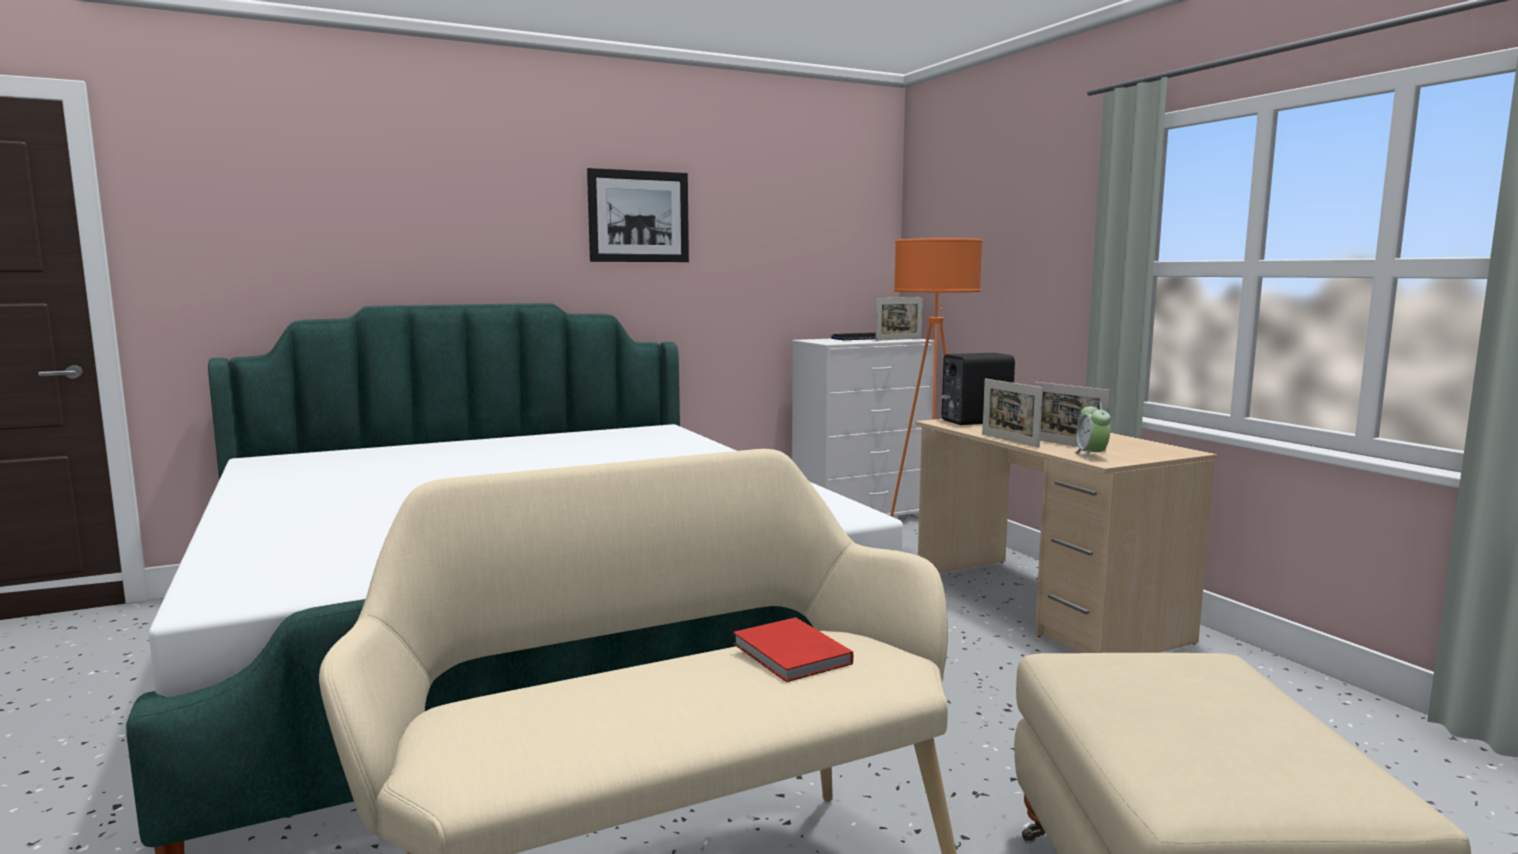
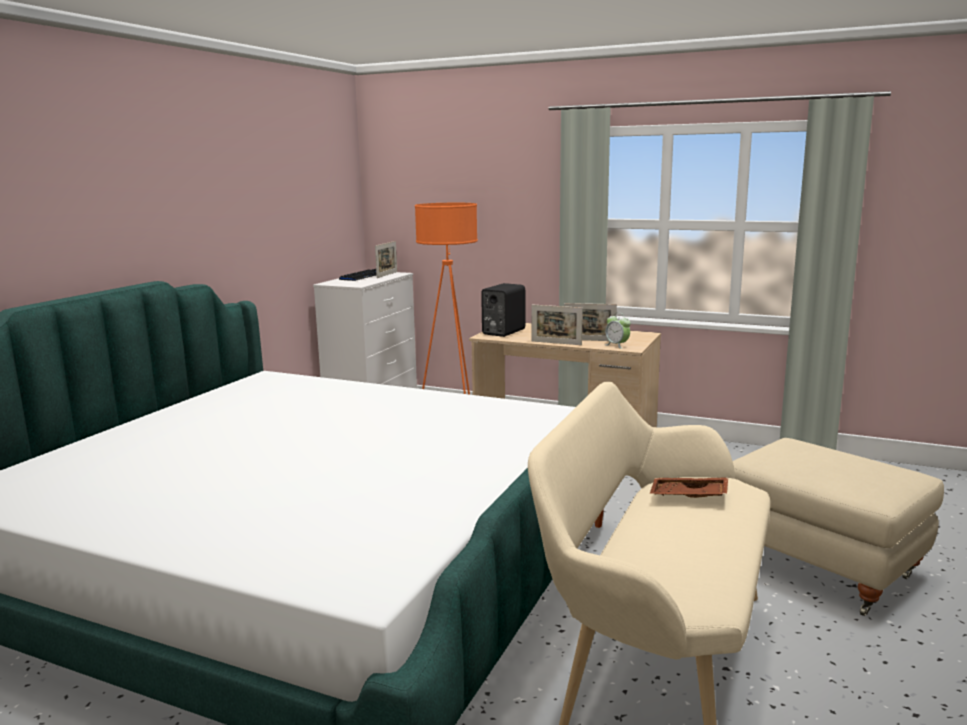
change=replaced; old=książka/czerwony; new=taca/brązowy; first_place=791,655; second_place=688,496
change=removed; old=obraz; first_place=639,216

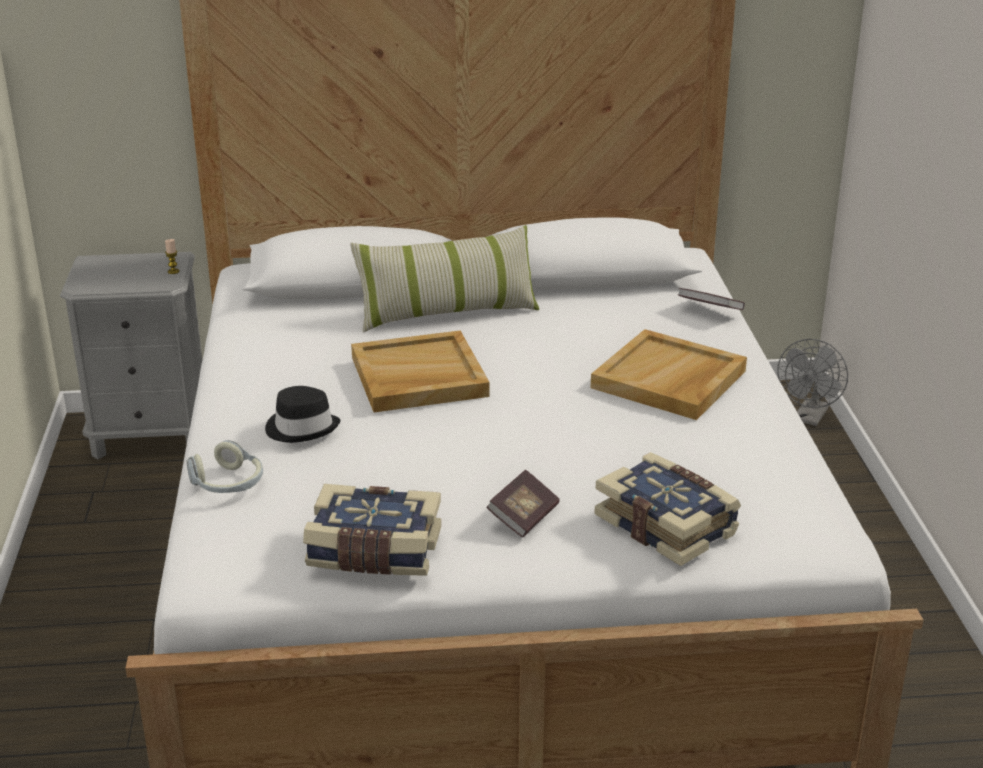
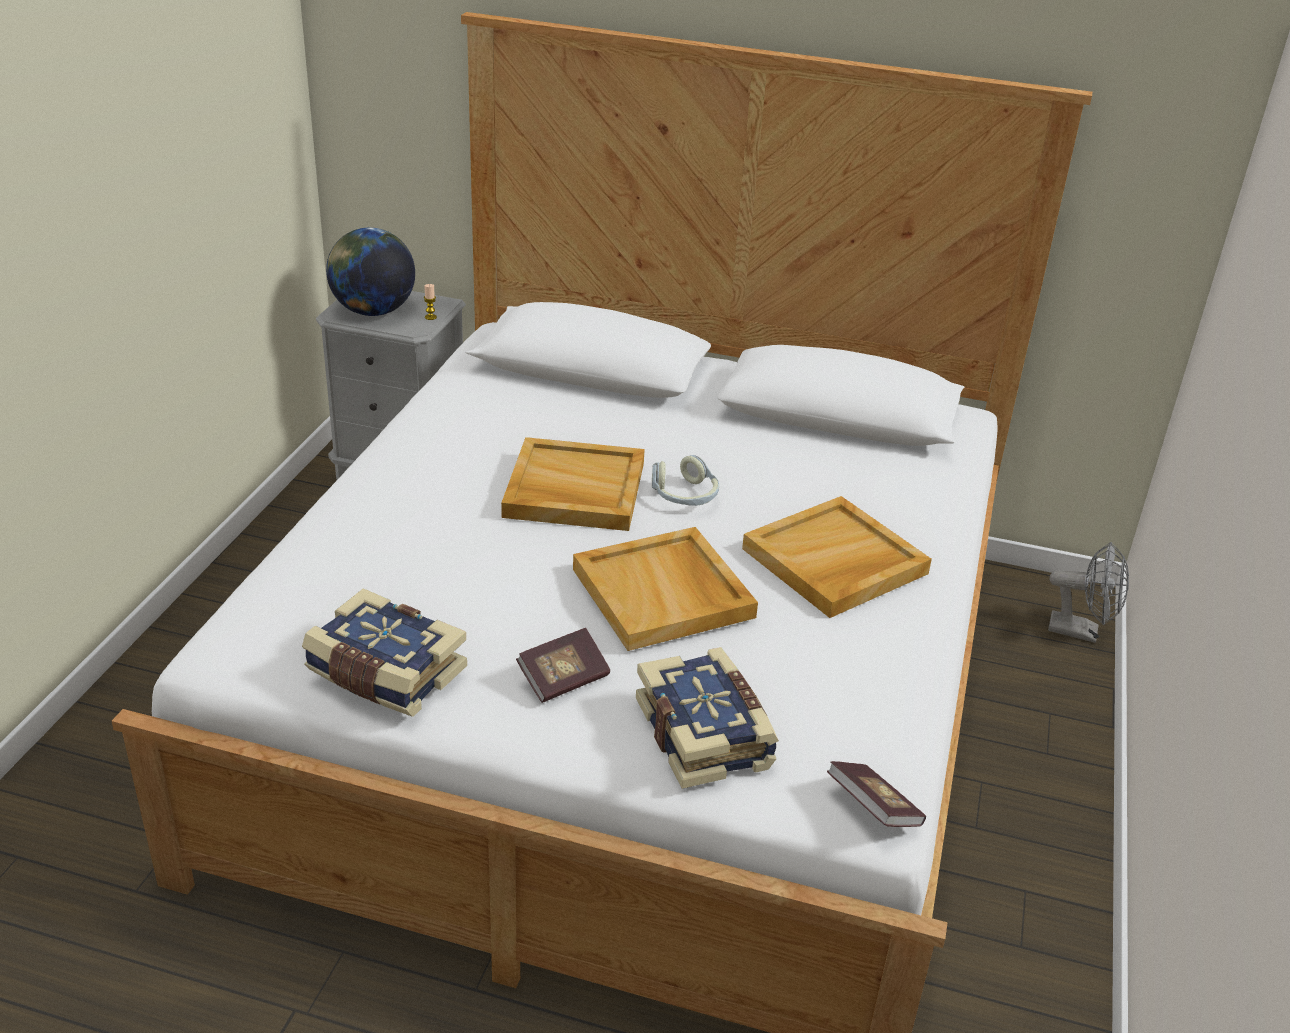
change=added; new=globus; second_place=373,311
change=added; new=taca/beżowy; second_place=664,593
change=moved; old=słuchawki; first_place=228,484; second_place=684,496
change=moved; old=książka; first_place=710,311; second_place=873,808
change=turned; old=wentylator/szary; first_place=809,418; second_place=1081,631; degrees=-120
change=removed; old=kapelusz/czarny; first_place=302,428
change=removed; old=poduszka; first_place=447,312

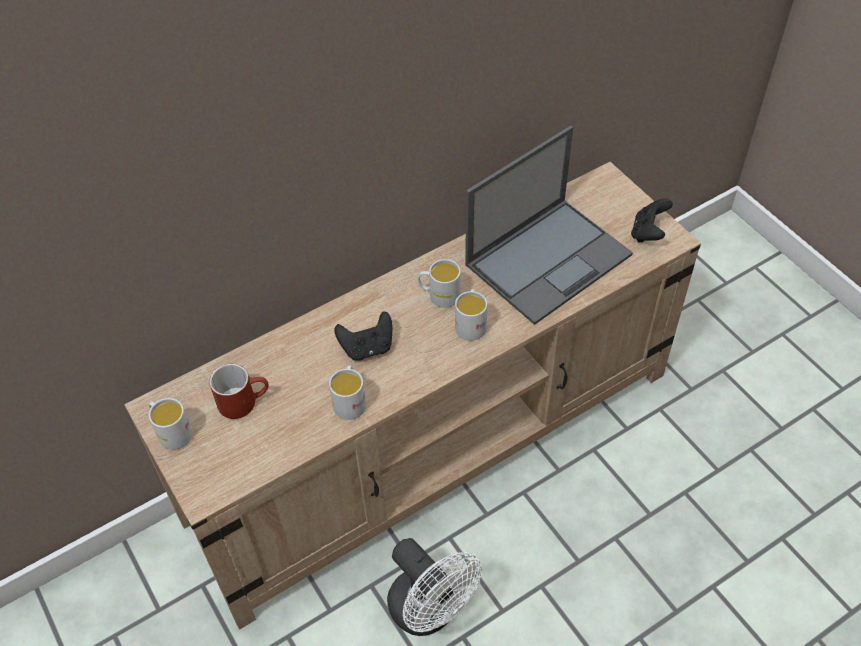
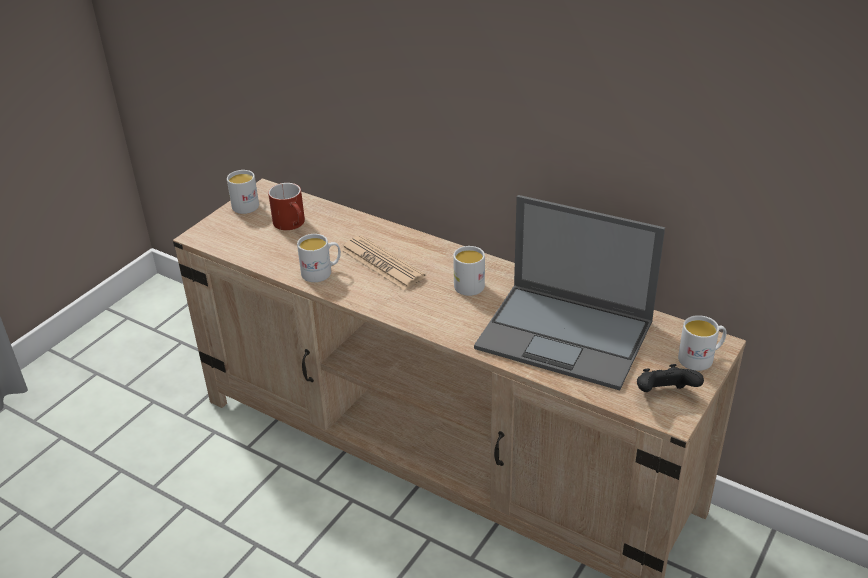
change=replaced; old=pad do gier/czarny; new=gazeta; first_place=367,348; second_place=382,264
change=moved; old=kubek/biały; first_place=471,323; second_place=701,358
change=removed; old=wentylator/biały; first_place=430,612

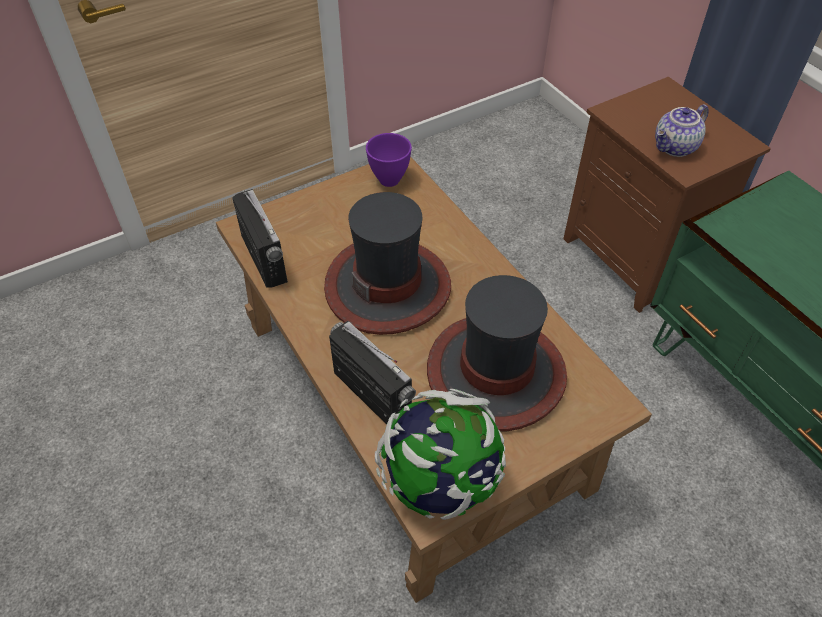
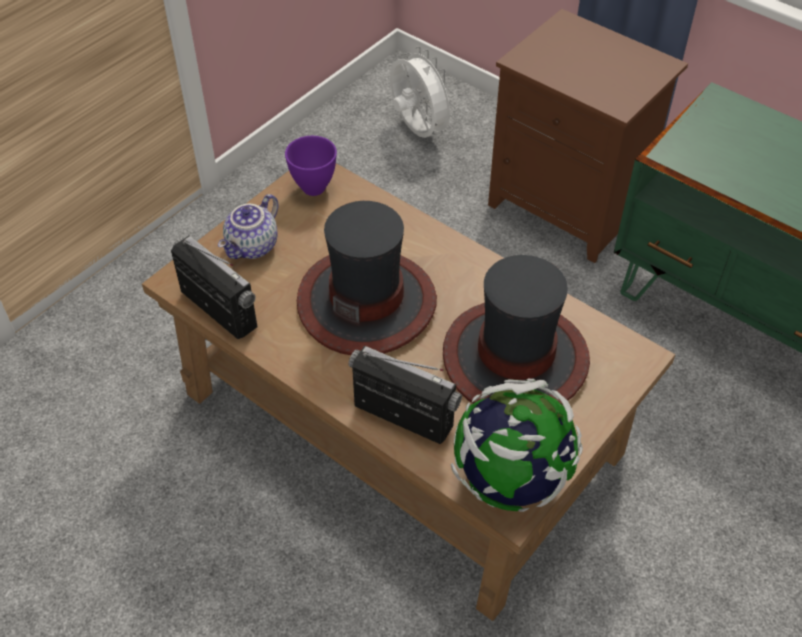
change=moved; old=imbryk; first_place=675,148; second_place=253,247
change=added; new=wentylator/biały; second_place=418,131

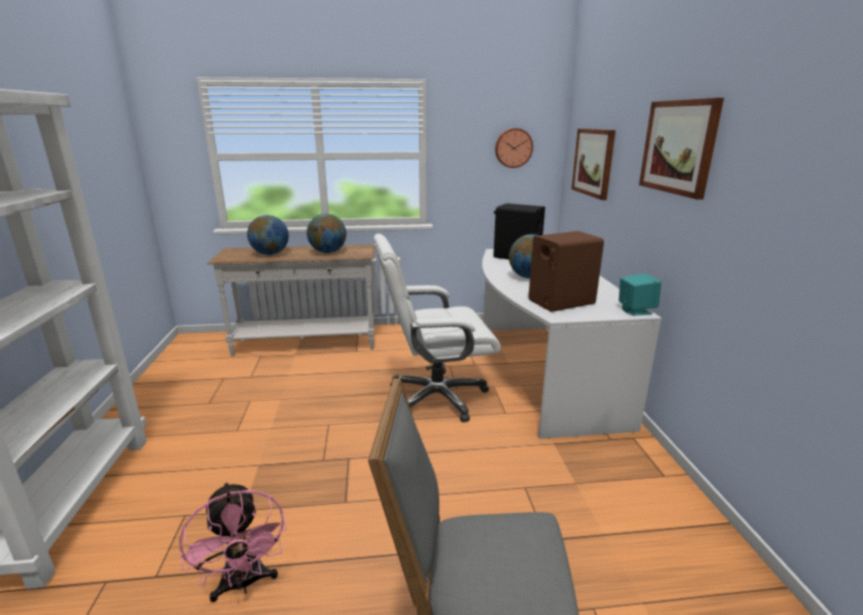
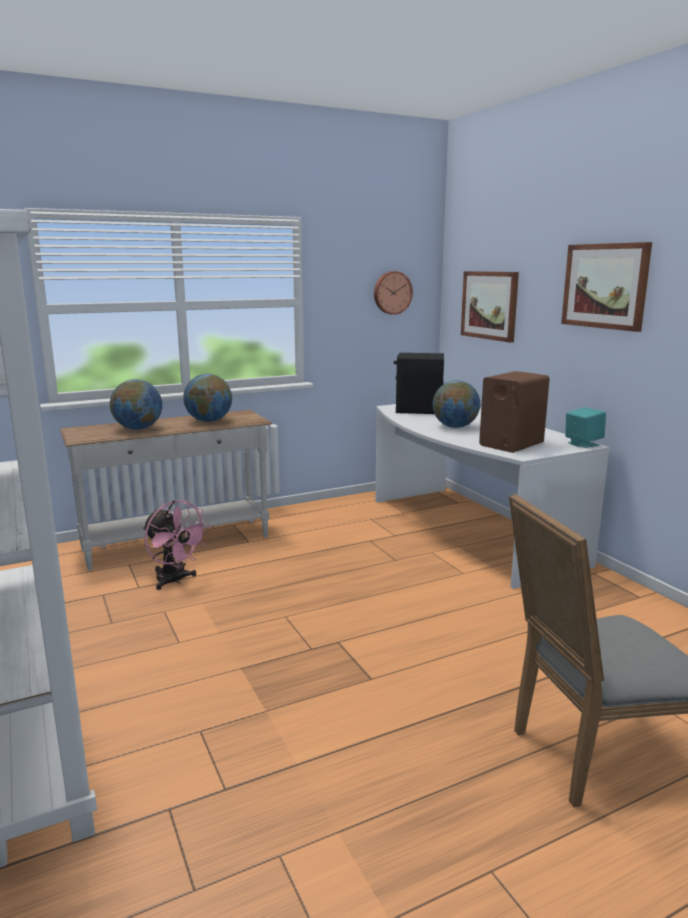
change=moved; old=wentylator/różowy; first_place=244,583; second_place=175,581
change=removed; old=krzesło biurowe/biały; first_place=436,397

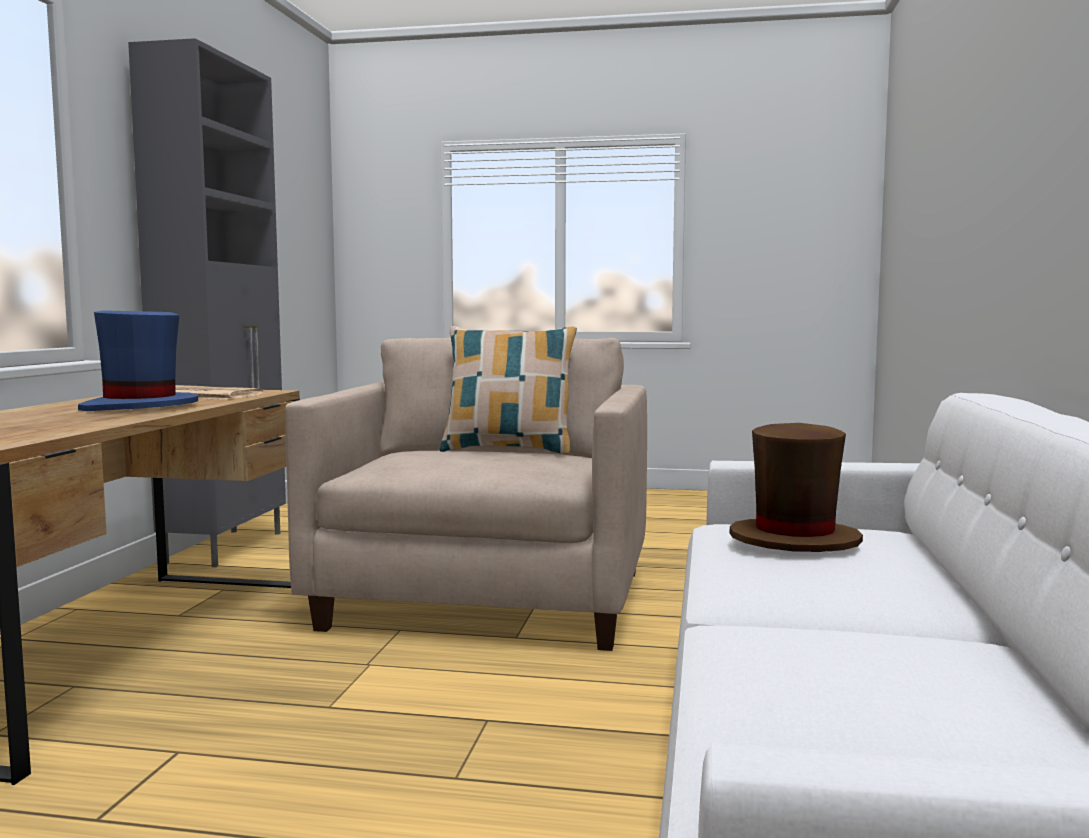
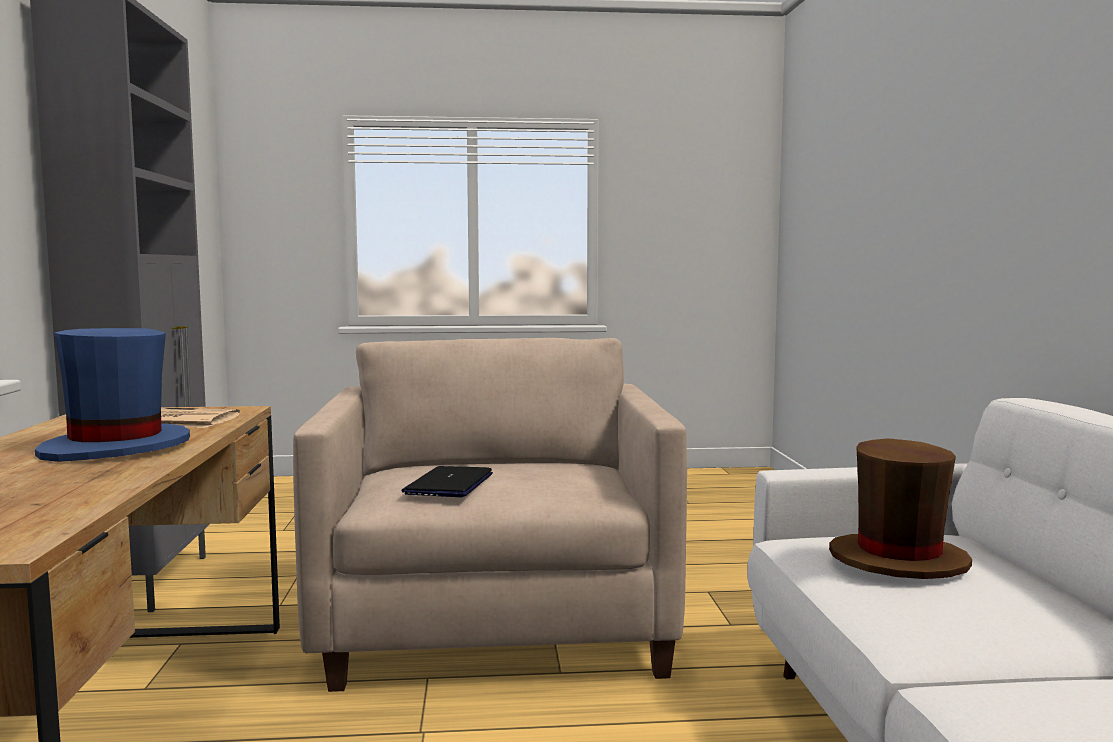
change=added; new=laptop; second_place=449,484
change=removed; old=poduszka; first_place=508,450

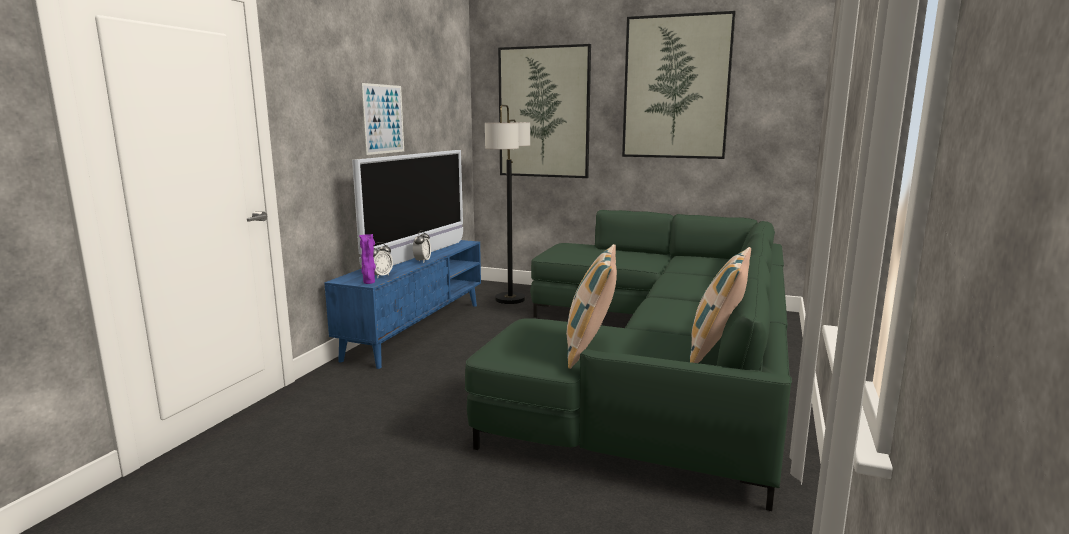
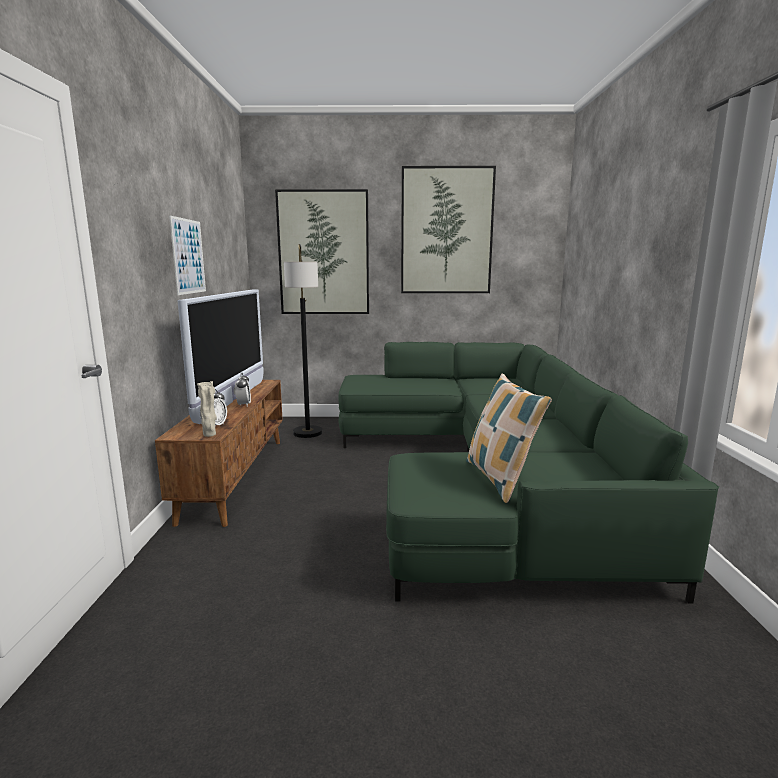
change=recoloured; old=szafka pod telewizor/niebieski; new=szafka pod telewizor/brązowy; first_place=416,329; second_place=235,476
change=recoloured; old=wazon/fioletowy; new=wazon/beżowy; first_place=369,283; second_place=210,435
change=removed; old=poduszka; first_place=716,352

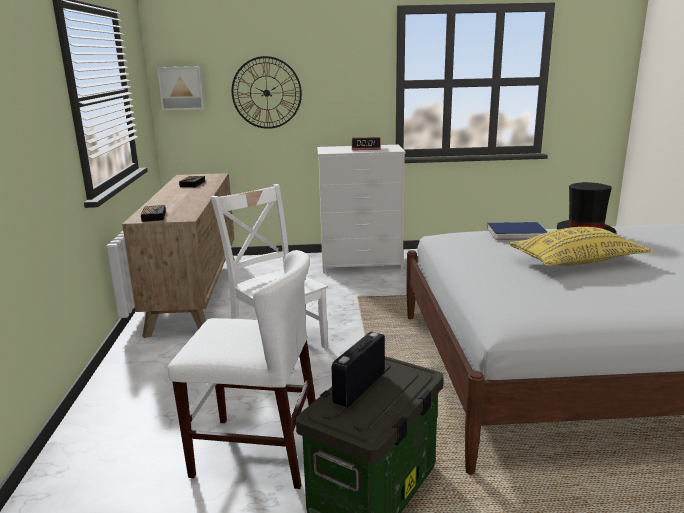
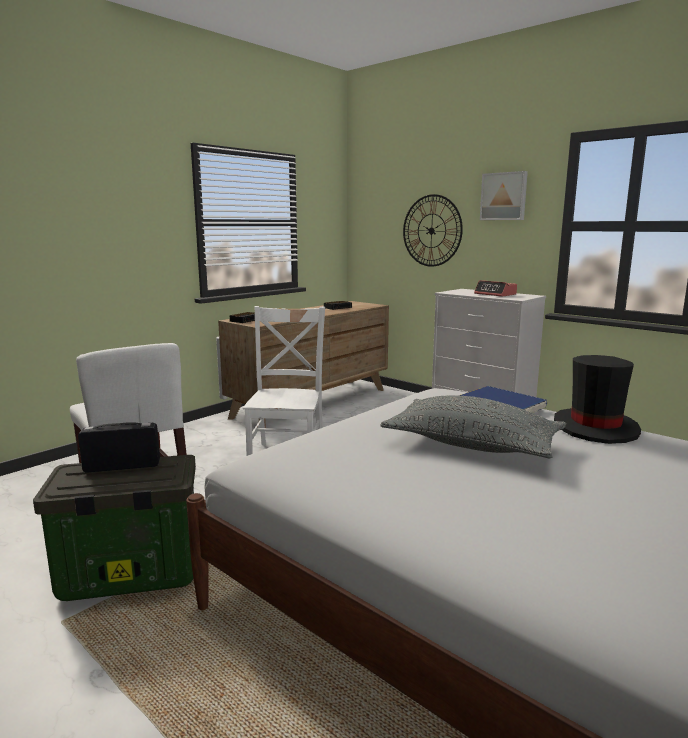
change=recoloured; old=poduszka/żółty; new=poduszka/szary; first_place=576,262; second_place=472,445
change=moved; old=obraz; first_place=181,88; second_place=504,196

